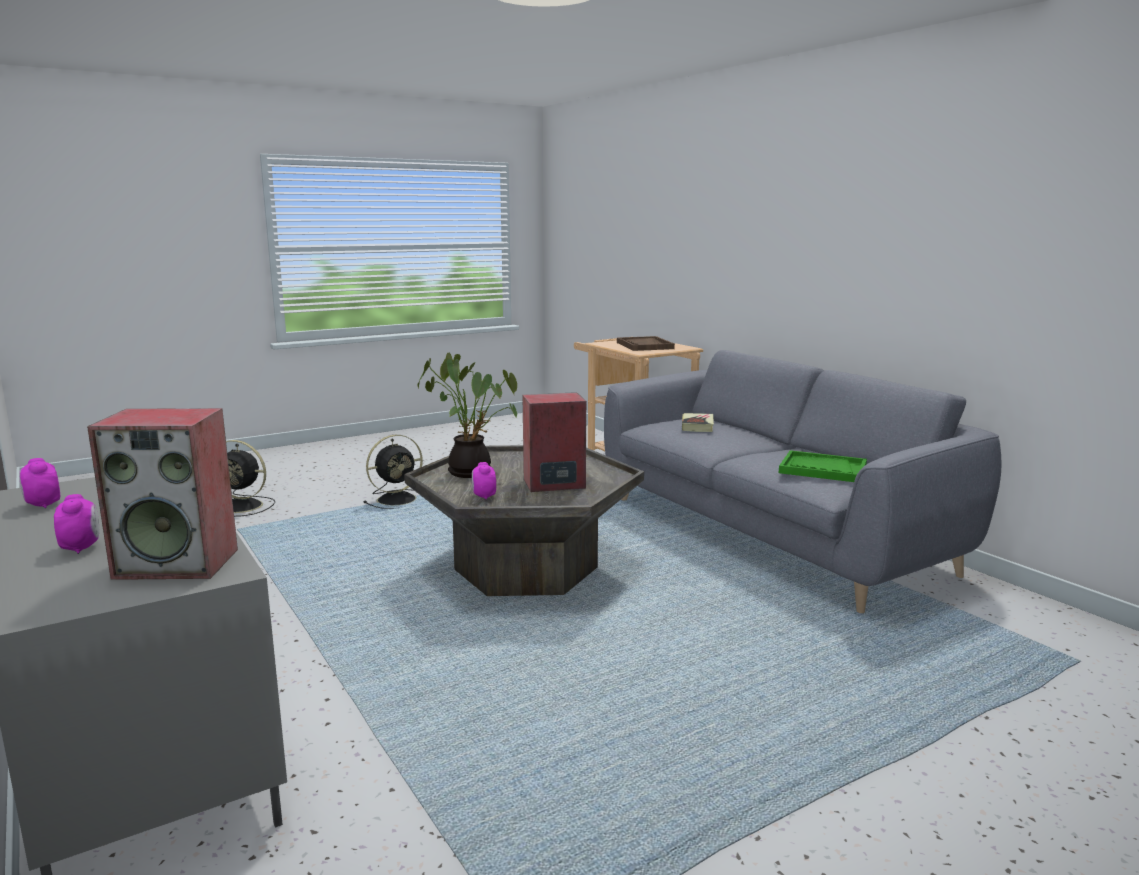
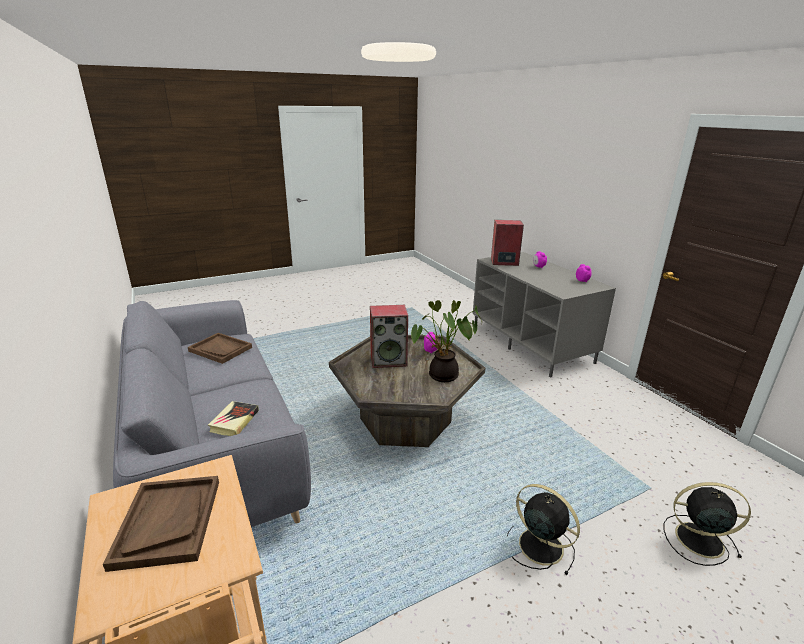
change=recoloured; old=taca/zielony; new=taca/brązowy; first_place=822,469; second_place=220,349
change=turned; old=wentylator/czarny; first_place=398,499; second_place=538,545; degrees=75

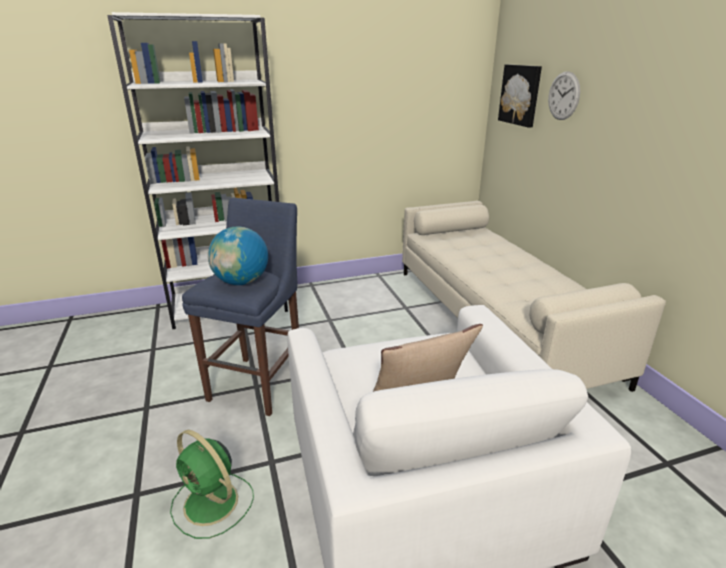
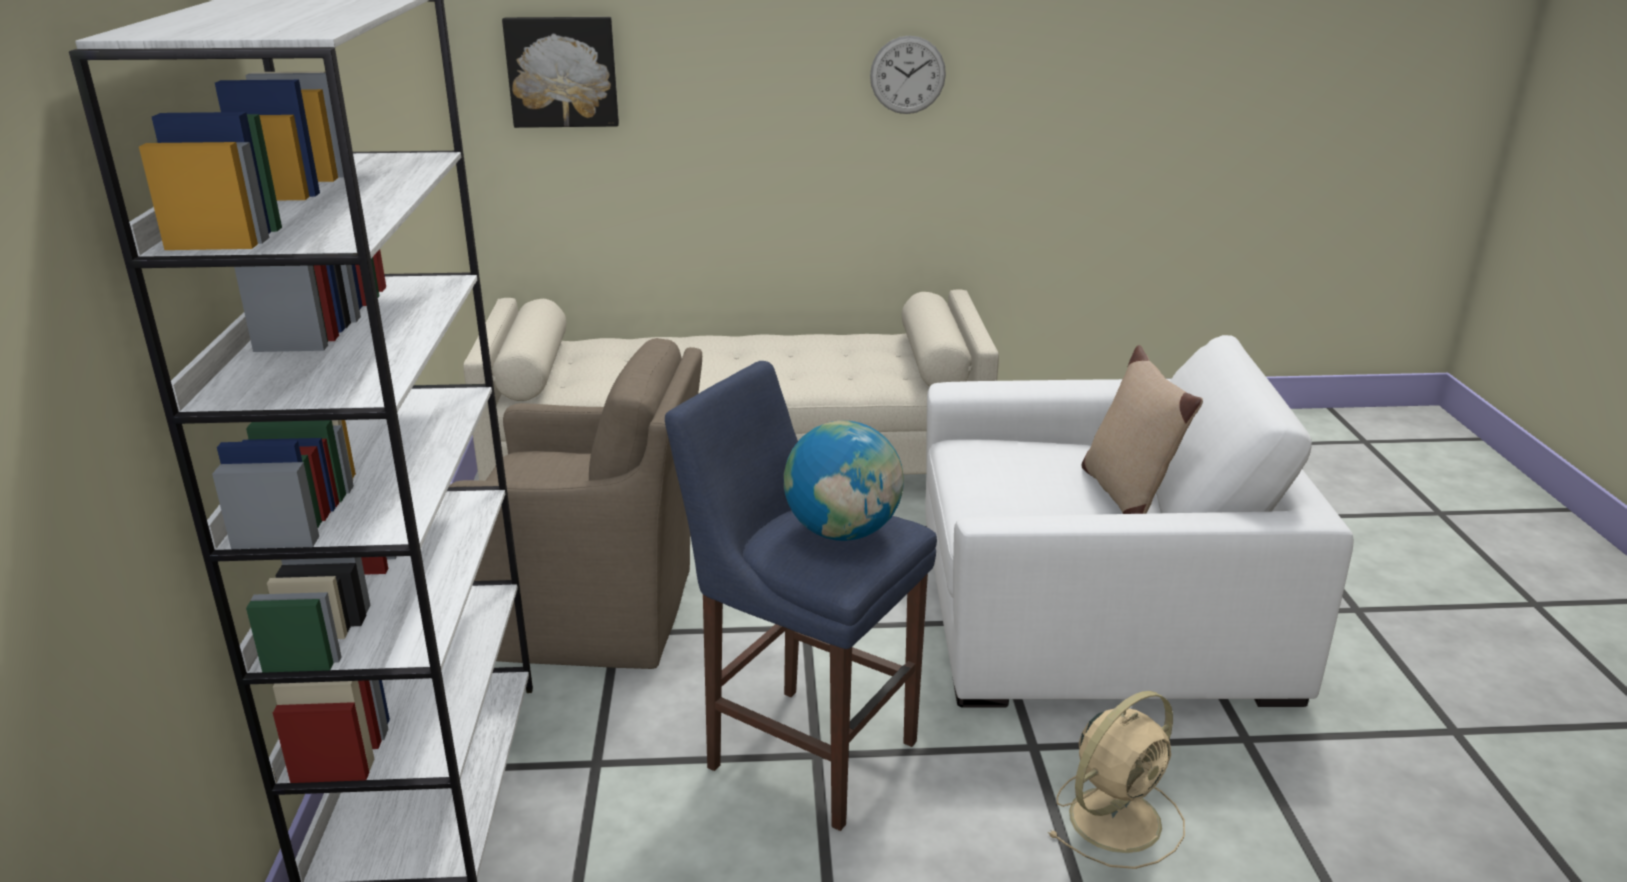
change=added; new=fotel/brązowy; second_place=596,615
change=moved; old=zegar ścienny; first_place=563,96; second_place=907,75
change=recoloured; old=wentylator/zielony; new=wentylator/beżowy; first_place=212,504; second_place=1118,817

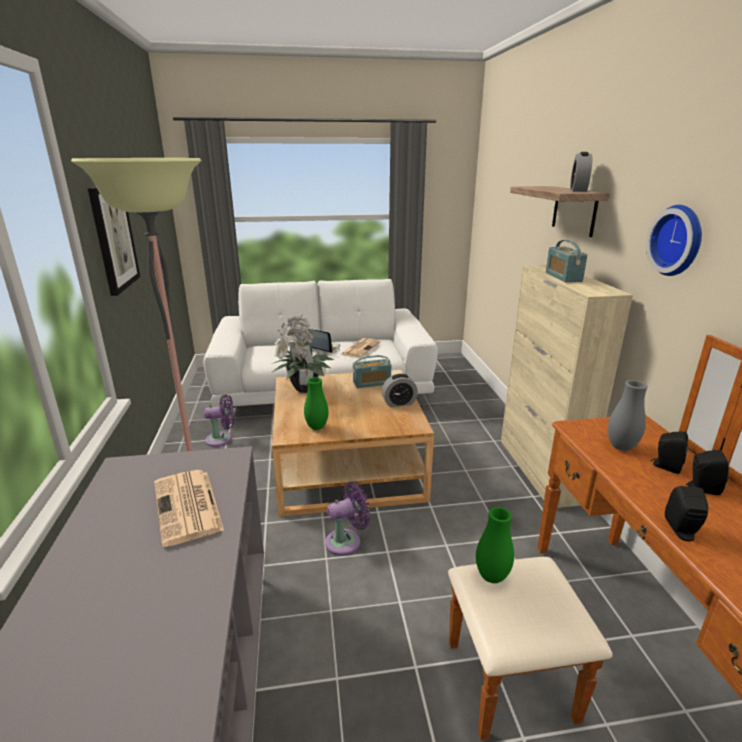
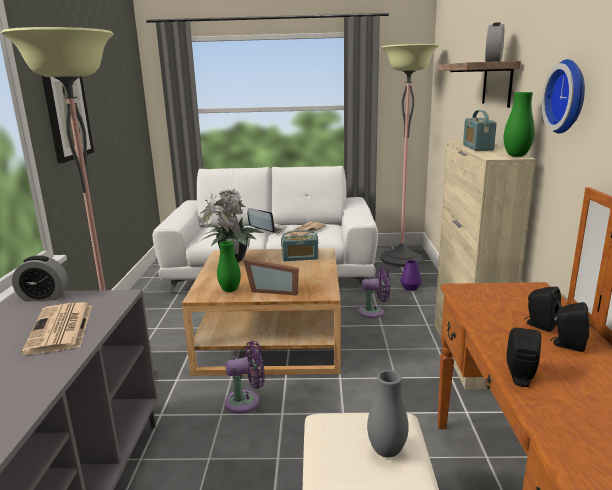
change=moved; old=budzik; first_place=399,403; second_place=44,297
change=added; new=ramka na zdjęcie; second_place=273,290
change=moved; old=wentylator/fioletowy; first_place=222,439; second_place=374,312
change=moved; old=wazon/szary; first_place=621,447; second_place=386,451
change=added; new=lampa stojąca; second_place=401,259
change=added; new=wazon/fioletowy; second_place=410,288
change=moved; old=wazon/zielony; first_place=492,576; second_place=516,156

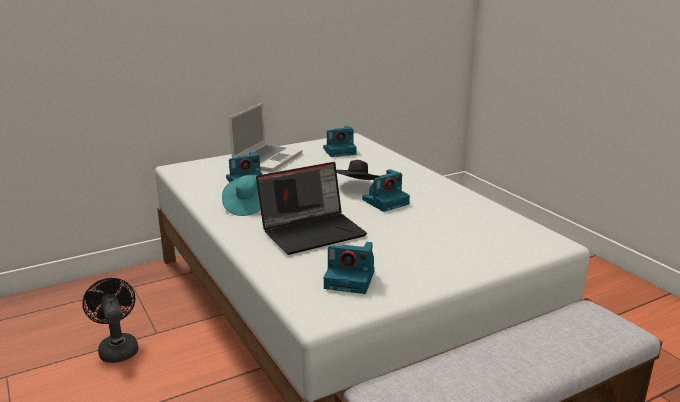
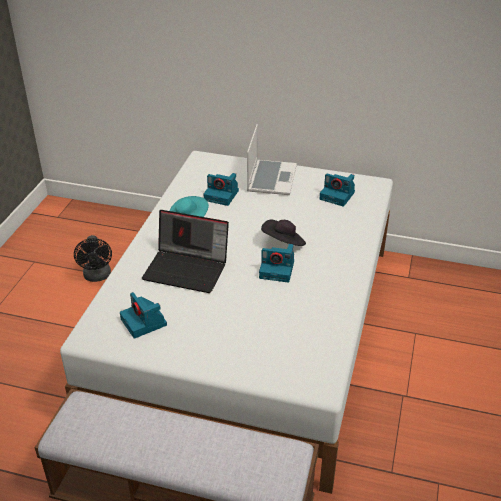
change=turned; old=wentylator/czarny; first_place=117,348; second_place=97,276; degrees=150
change=turned; old=laptop; first_place=267,159; second_place=271,178; degrees=-60

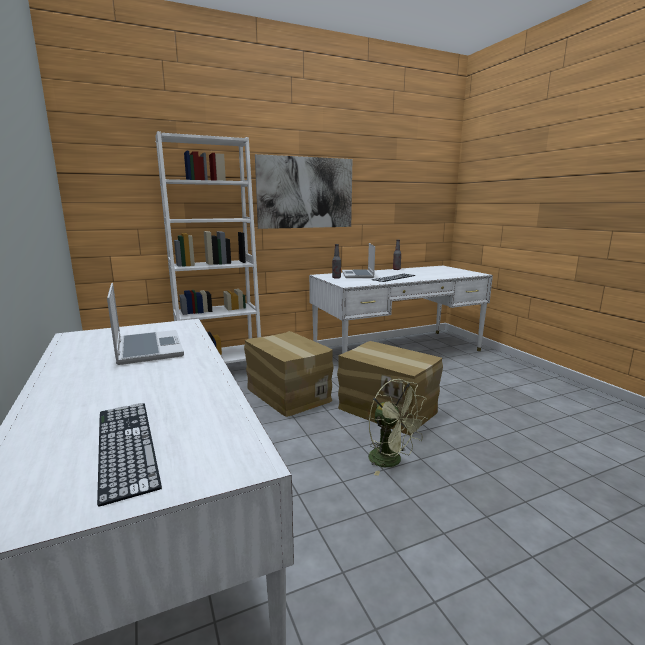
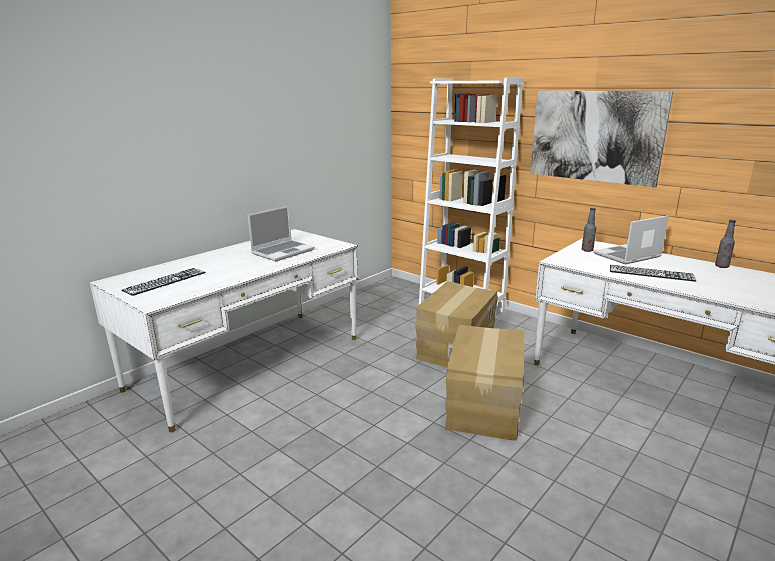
change=removed; old=wentylator/zielony; first_place=392,461

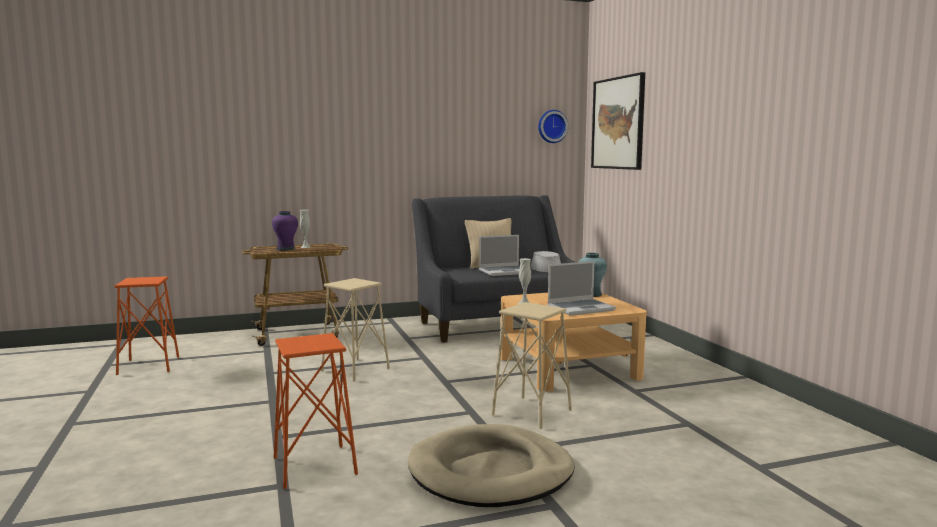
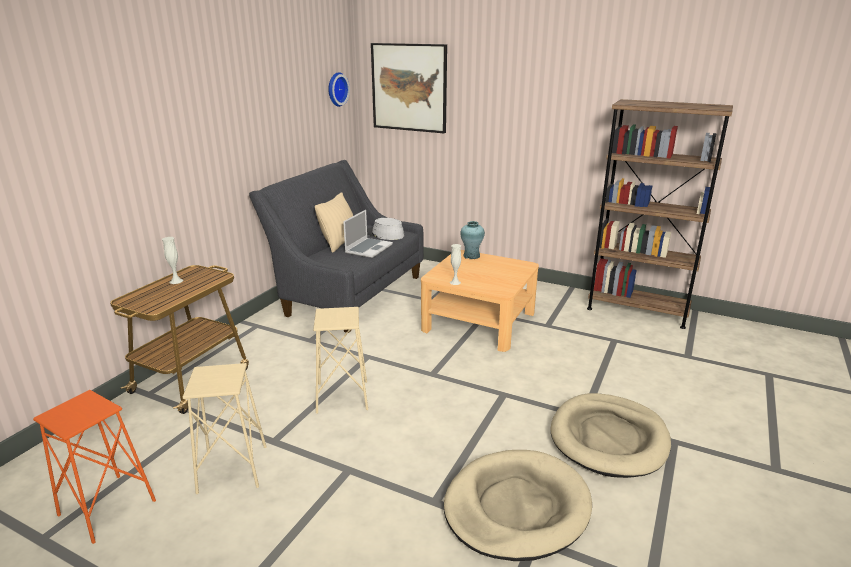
change=moved; old=stołek/beżowy; first_place=532,412; second_place=233,469
change=replaced; old=stołek/pomarańczowy; new=legowisko/beżowy; first_place=314,466; second_place=516,507
change=added; new=regał/brązowy; second_place=637,310
change=removed; old=wazon/fioletowy; first_place=286,249
change=removed; old=laptop; first_place=581,308

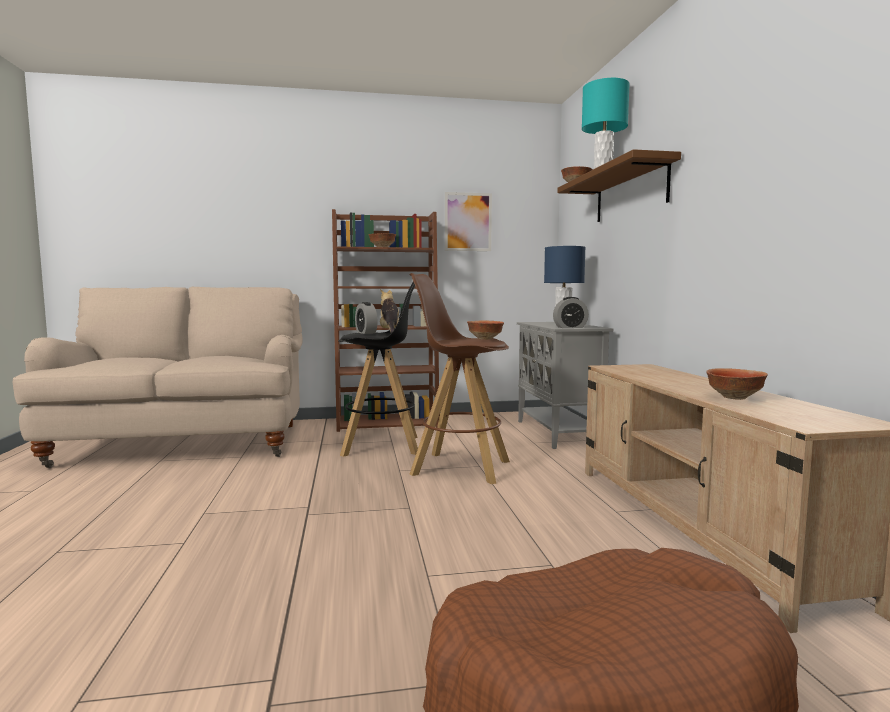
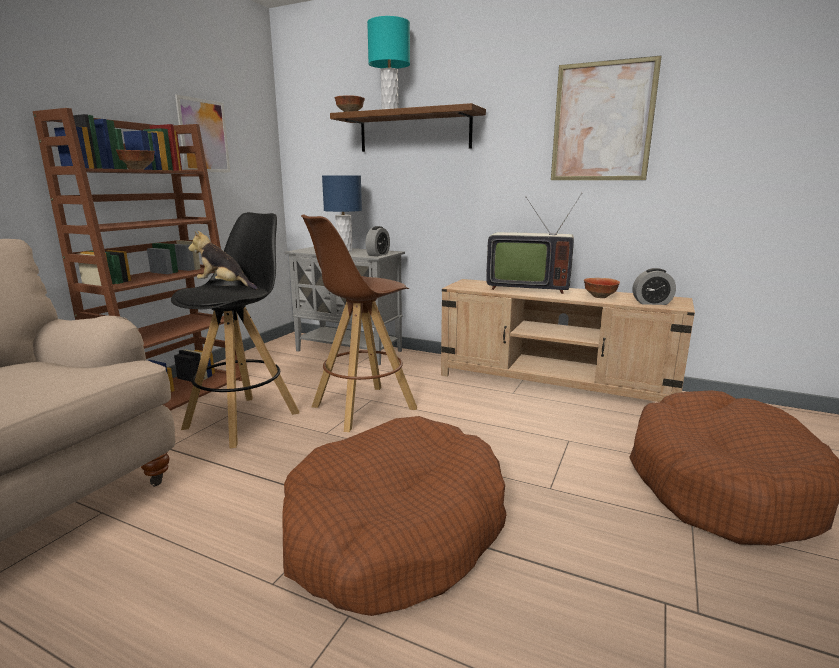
change=added; new=legowisko/brązowy; second_place=395,531
change=added; new=telewizor; second_place=527,287
change=added; new=obraz; second_place=602,122
change=moved; old=budzik; first_place=366,333; second_place=651,303
change=removed; old=miska; first_place=485,339

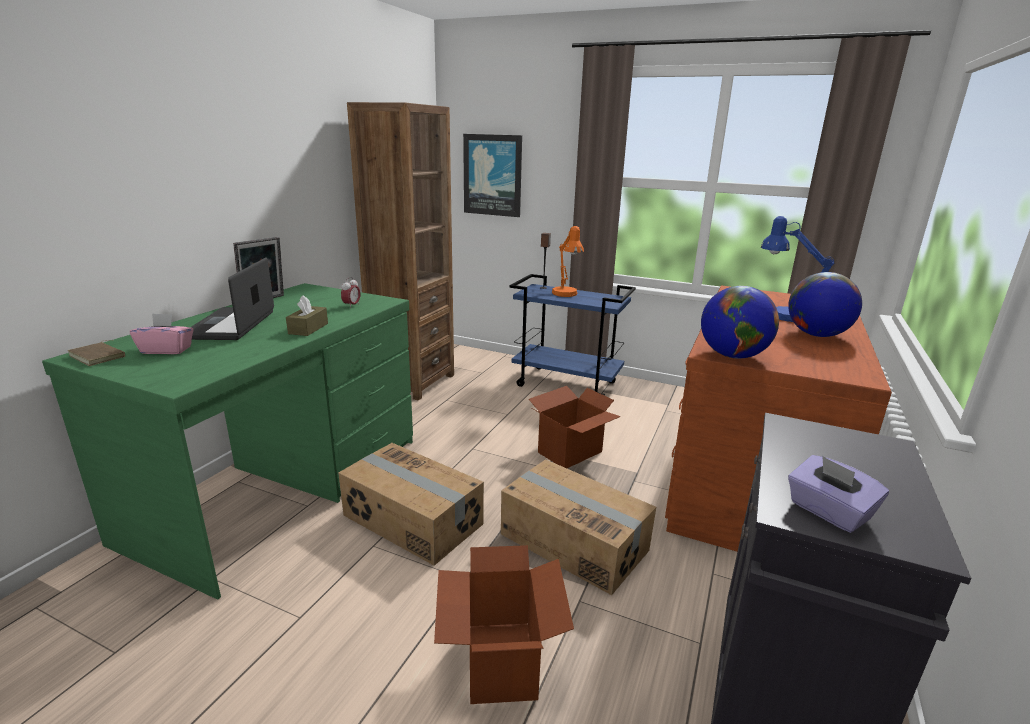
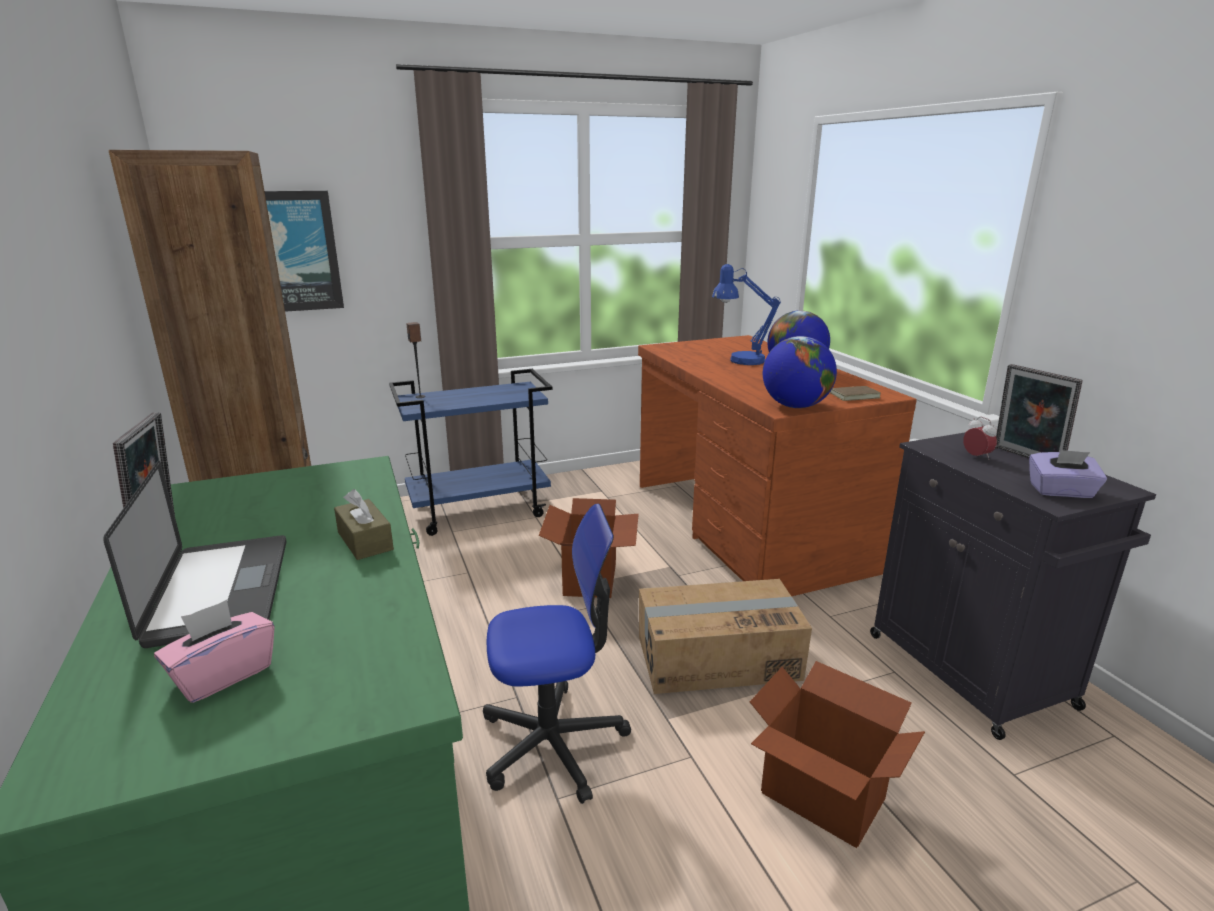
change=turned; old=laptop; first_place=231,325; second_place=220,590; degrees=-150
change=replaced; old=karton; new=krzesło biurowe; first_place=412,520; second_place=553,743
change=moved; old=książka/brązowy; first_place=99,356; second_place=853,395
change=moved; old=budzik; first_place=351,306; second_place=976,457
change=added; new=ramka na zdjęcie; second_place=1025,457
change=removed; old=lampa stołowa/pomarańczowy; first_place=566,295

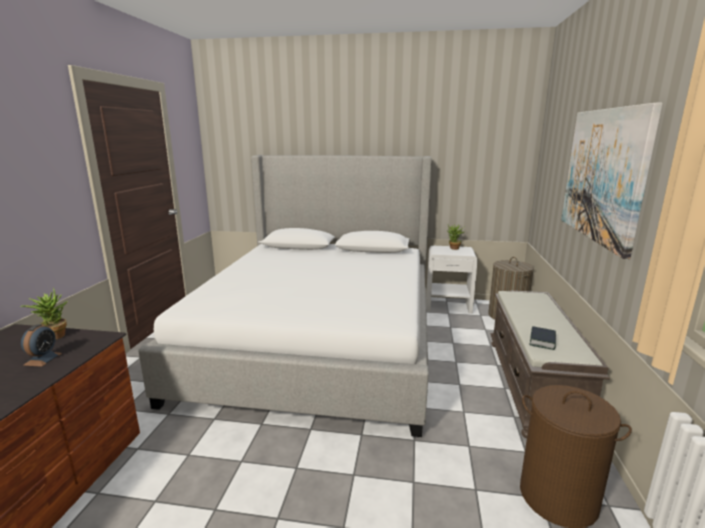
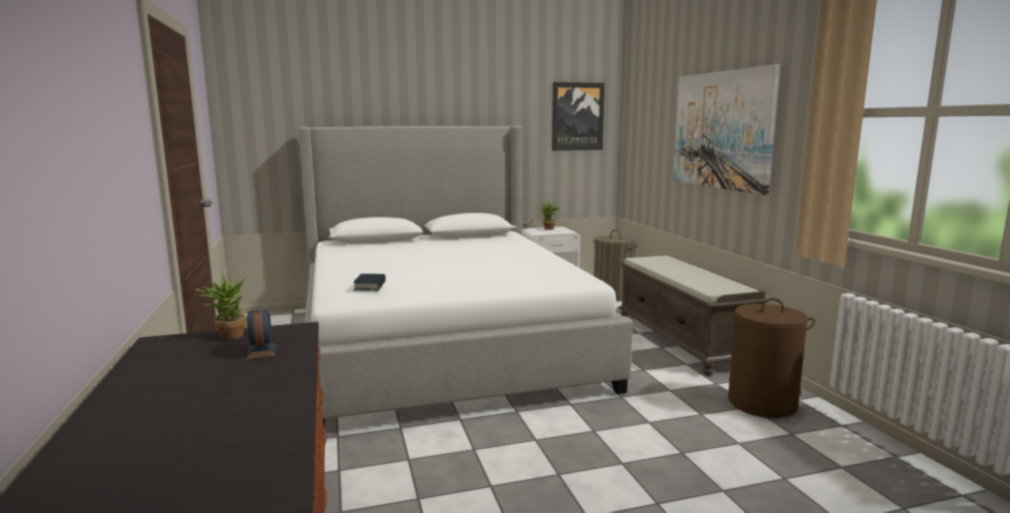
change=moved; old=książka; first_place=542,341; second_place=370,286
change=added; new=obraz; second_place=577,116

